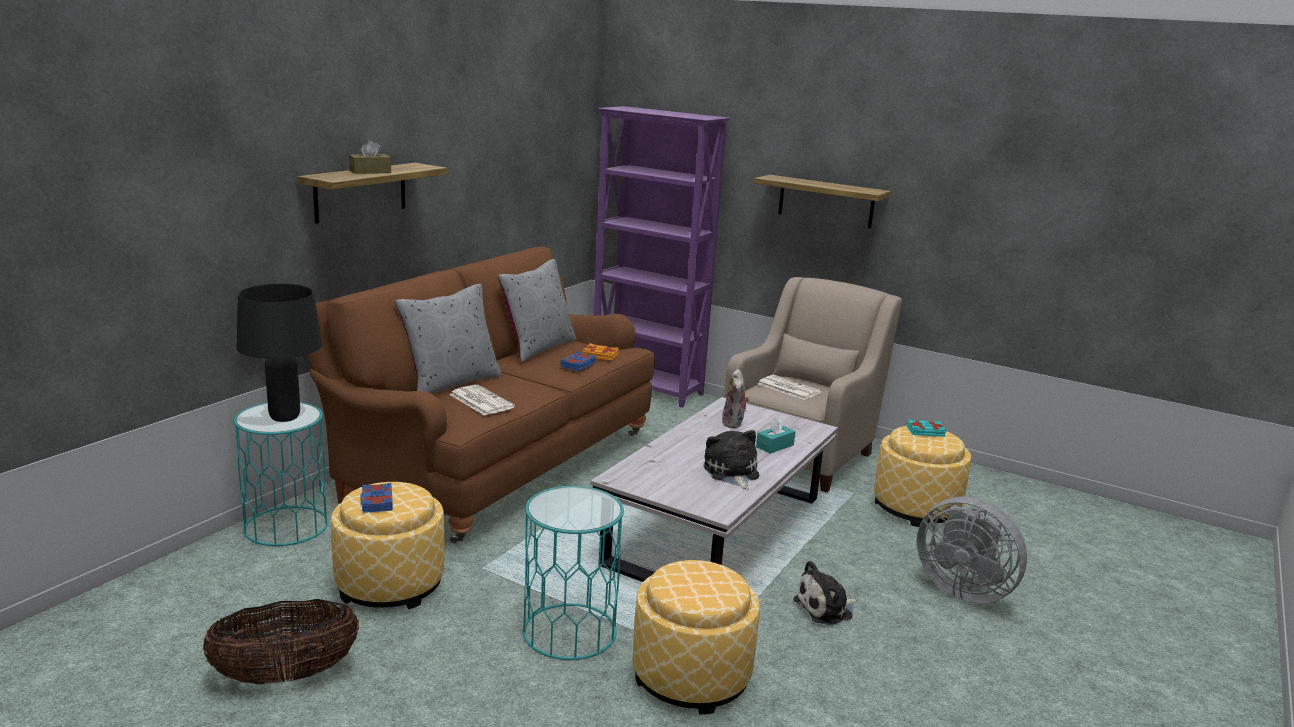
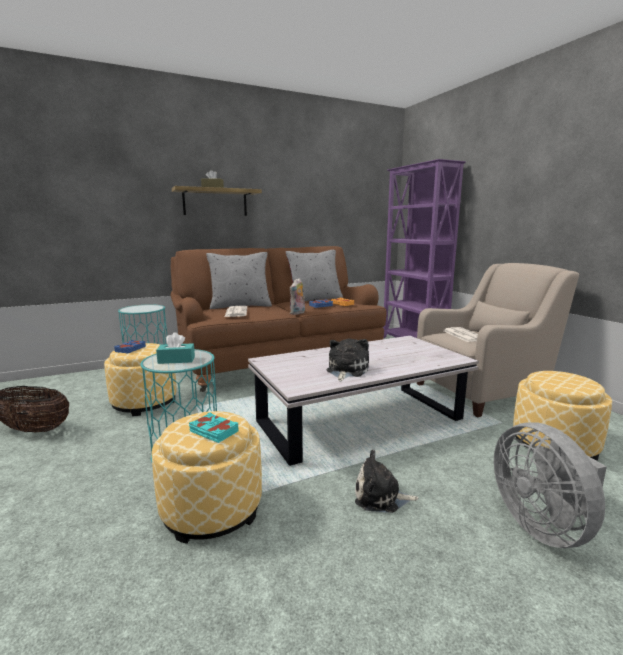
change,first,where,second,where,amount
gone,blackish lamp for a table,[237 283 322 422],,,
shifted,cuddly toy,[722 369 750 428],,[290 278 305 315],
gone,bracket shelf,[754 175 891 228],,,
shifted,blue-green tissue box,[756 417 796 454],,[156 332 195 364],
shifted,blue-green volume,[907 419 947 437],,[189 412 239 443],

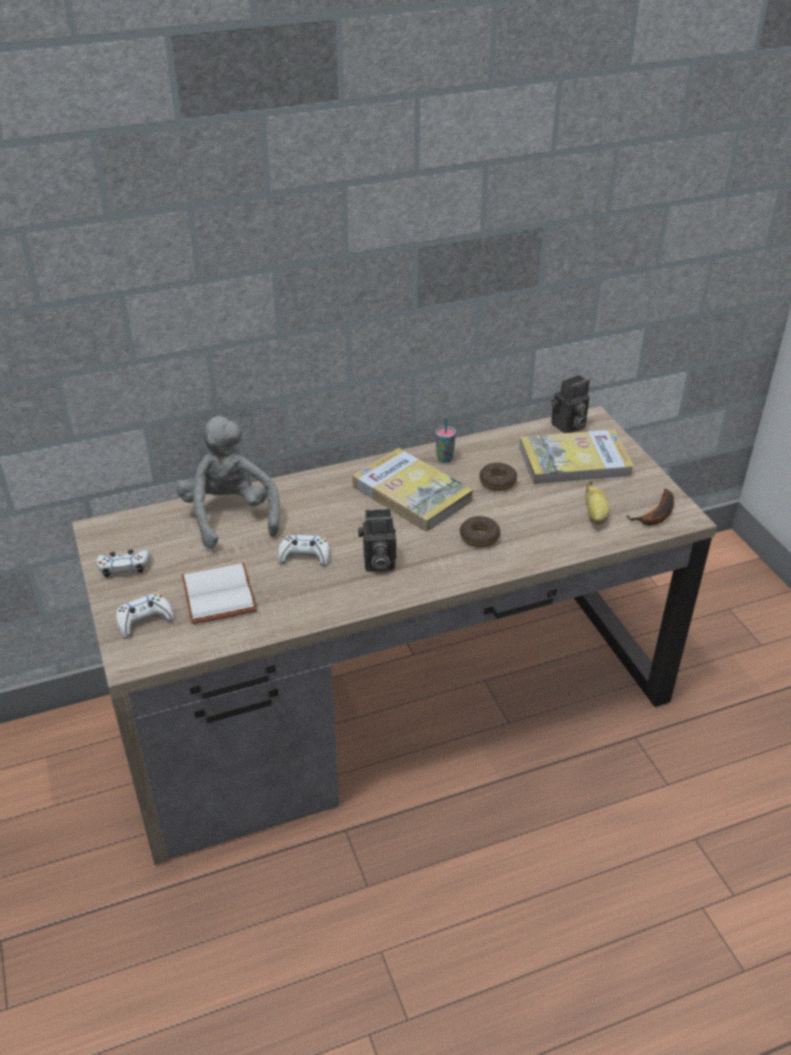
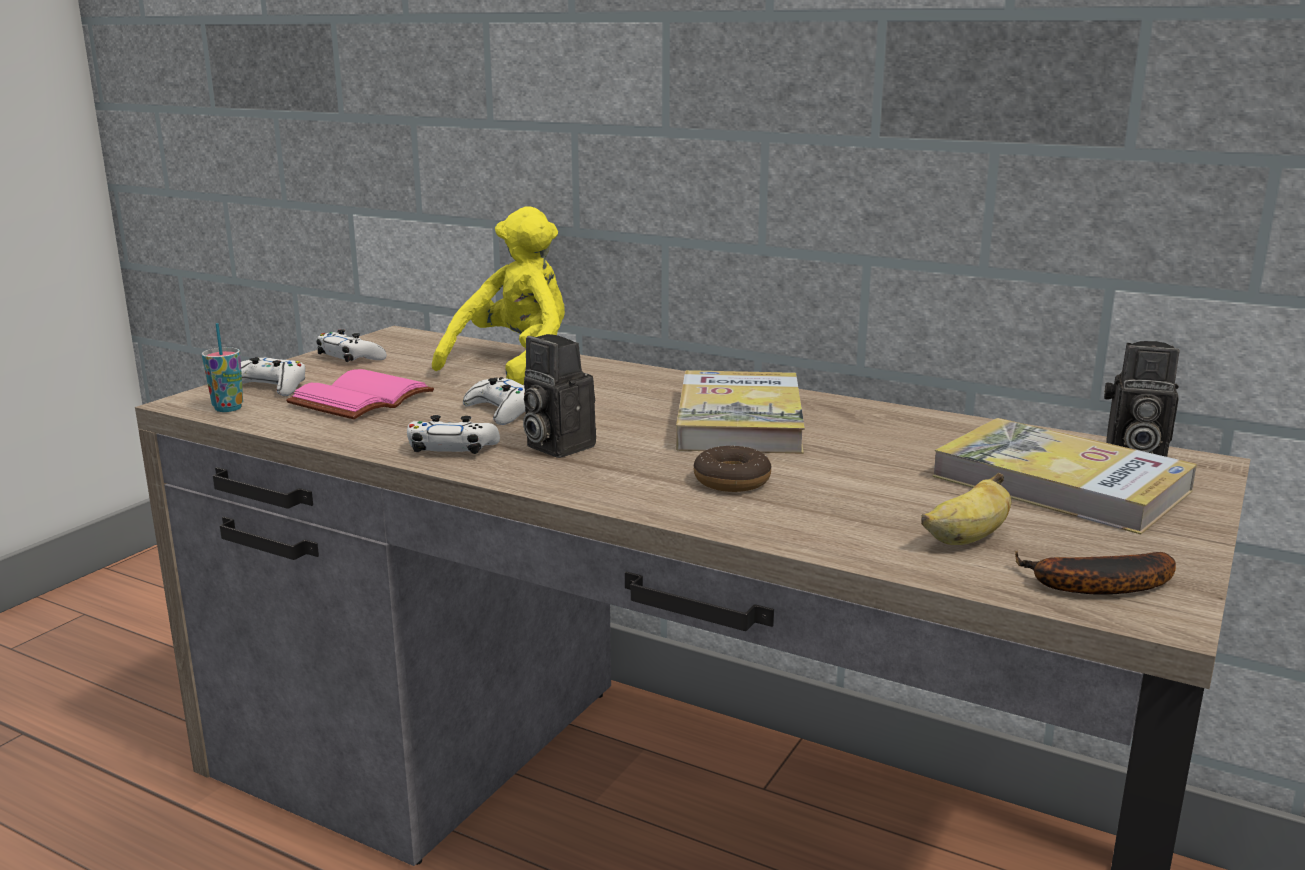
change,first,where,second,where,amount
repainted,gray cuddly toy,[176 416 280 549],yellow cuddly toy,[432 206 565 385],
repainted,white volume,[182 563 257 624],pink volume,[286 369 434 419],
shifted,small cup,[436 417 456 462],,[202 323 243 412],
gone,ring doughnut,[479 463 517 491],,,
new,,,white gamepad,[407 415 500 454],

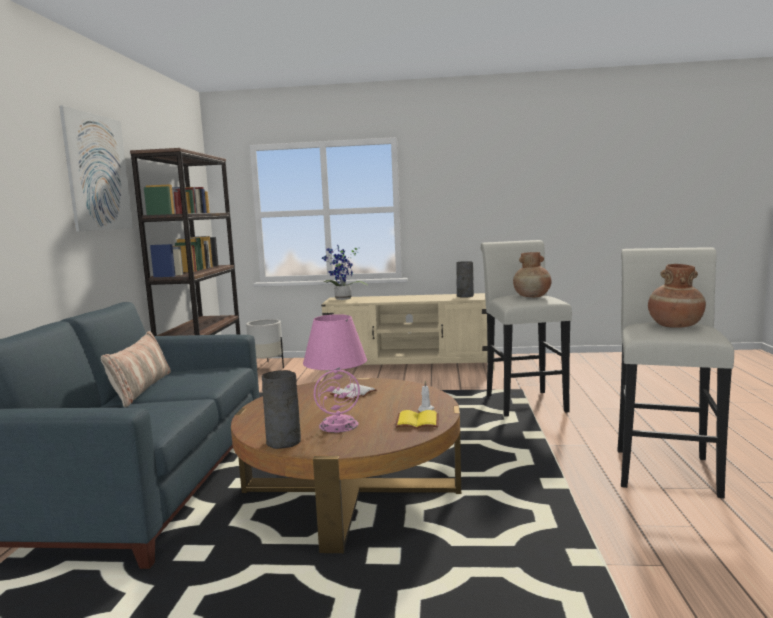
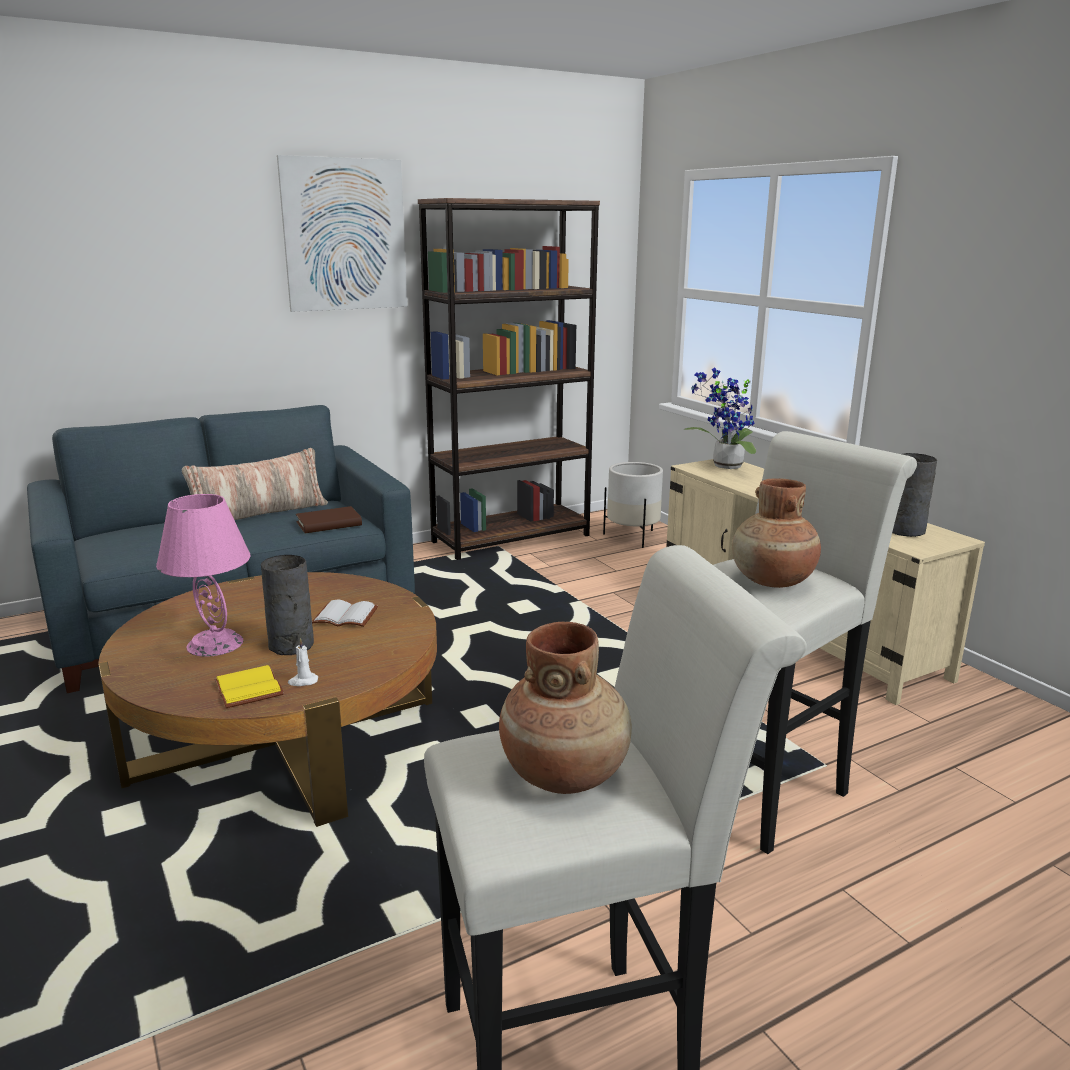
change,first,where,second,where,amount
shifted,gray vase,[262 370 301 449],,[261 555 314 655],
new,,,brown volume,[296 506 362 533],

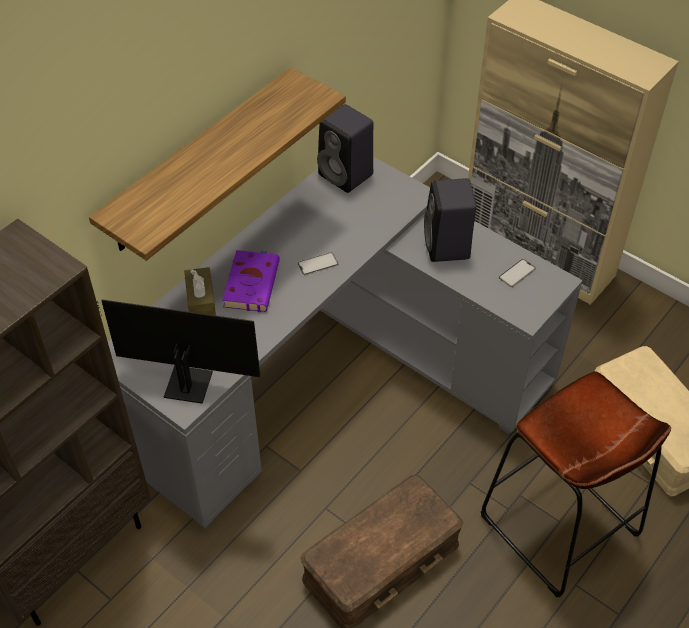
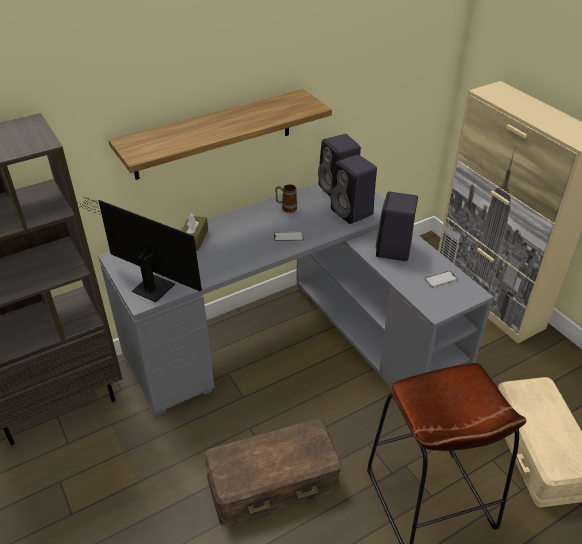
change,first,where,second,where,amount
gone,purple-coloured volume,[222 250 280 312],,,
new,,,coffee mug,[275 184 297 213],
new,,,blackish loudspeaker,[330 154 377 224],

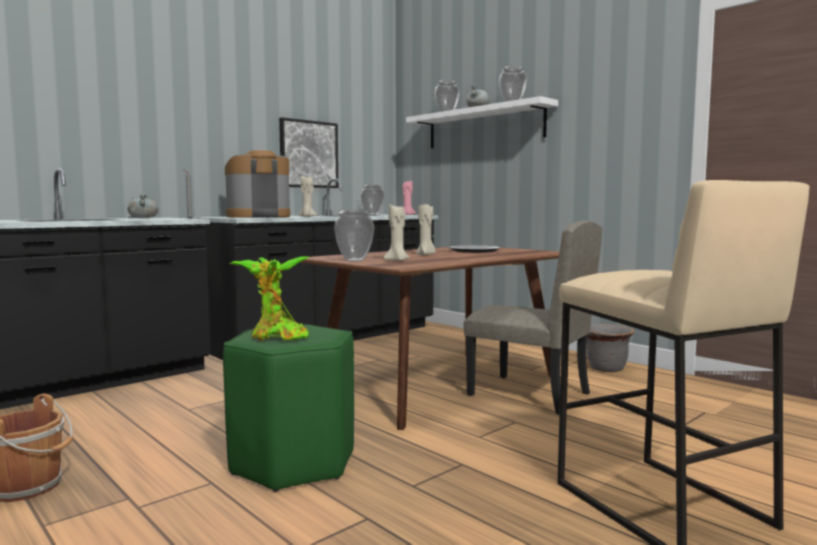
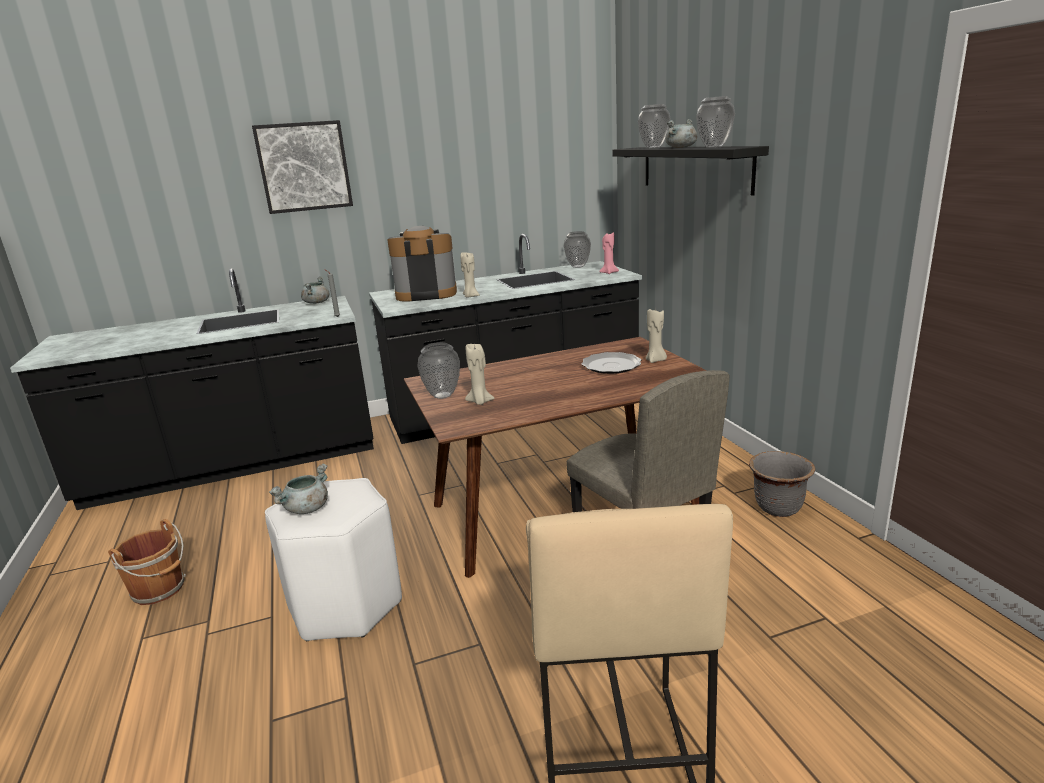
change,first,where,second,where,amount
repainted,greenish stool seat,[223 325 354 492],white stool seat,[265 478 402 641],
swapped,potted plant,[230 256 309 341],gray stockpot,[269 464 328 514],
shifted,wall art,[279 117 338 188],,[252 120 353 214],
repainted,white bracket shelf,[406 96 558 148],blackish bracket shelf,[612 146 769 195],
shifted,sand-coloured wax light,[416 204 436 255],,[646 307 667 363],

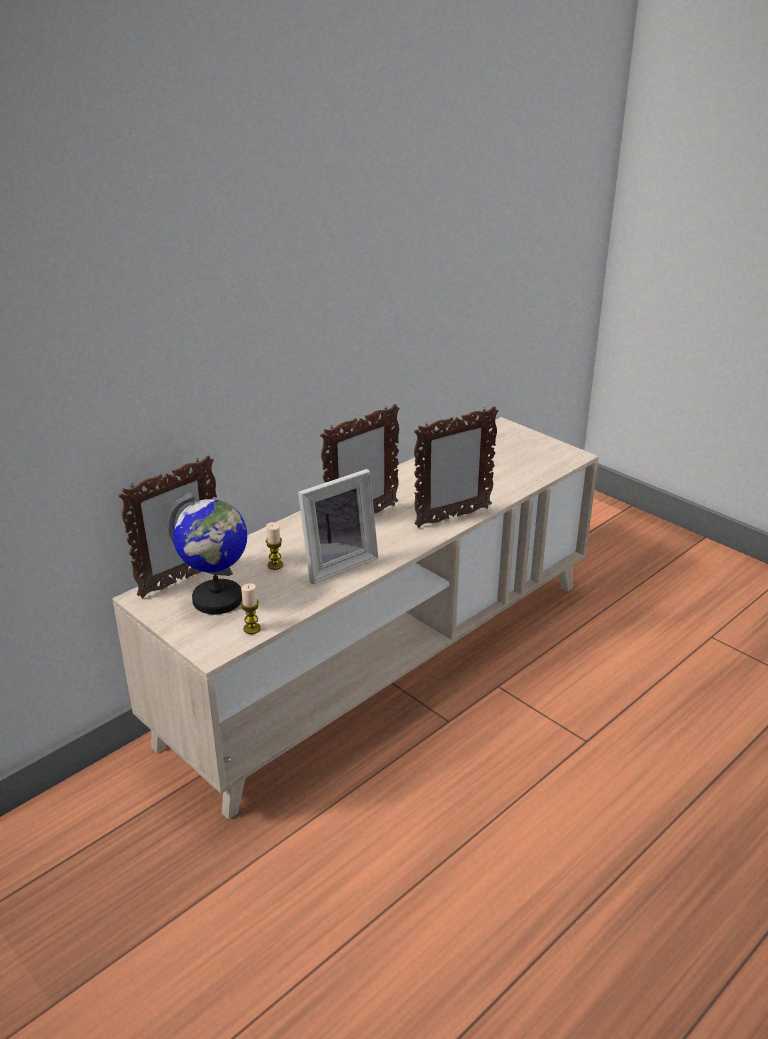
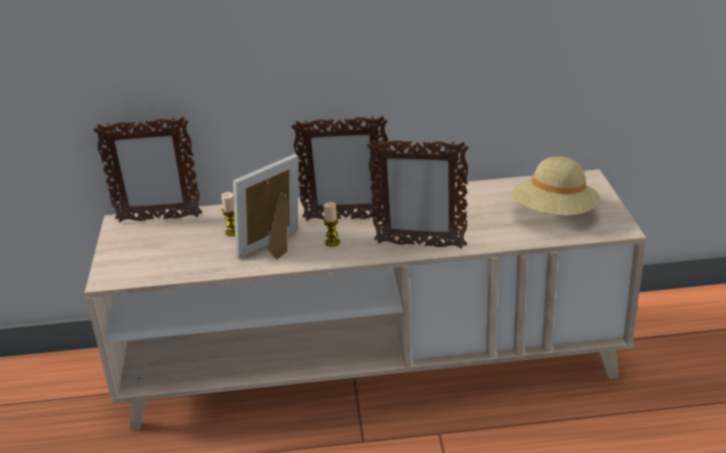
change,first,where,second,where,amount
gone,globe,[167 492 247 614],,,
shifted,wax light,[241 583 261 634],,[323 202 340 247],
rotated,picture frame,[298 469 378 584],,[233 154 299 260],135 degrees clockwise
new,,,sand-coloured wearable hat,[512 156 600 216],

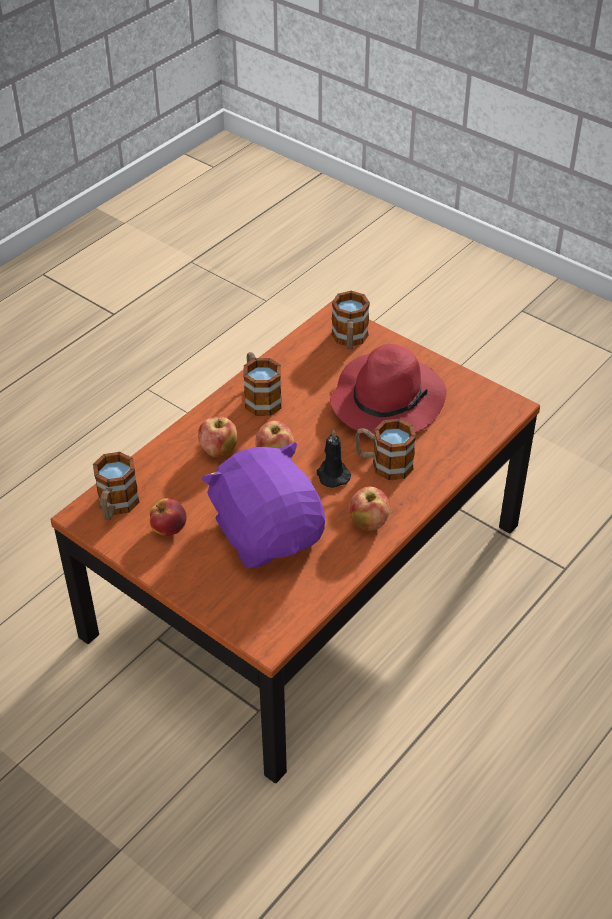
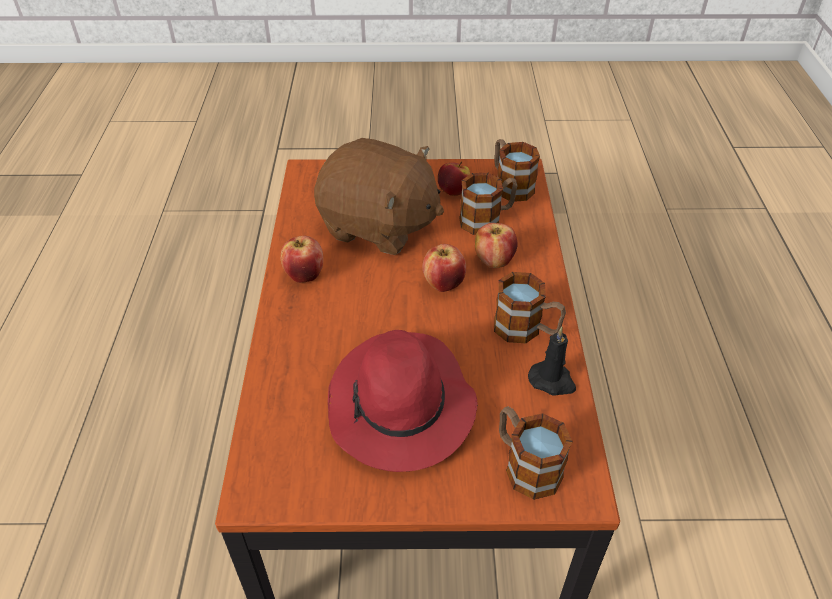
change,first,where,second,where,amount
repainted,purple-coloured cuddly toy,[201 442 325 568],brown cuddly toy,[314 138 444 255],
shifted,blackish wax light,[317 429 351 488],,[528 327 576 395],
shifted,coffee mug,[355 419 416 480],,[459 173 517 235],

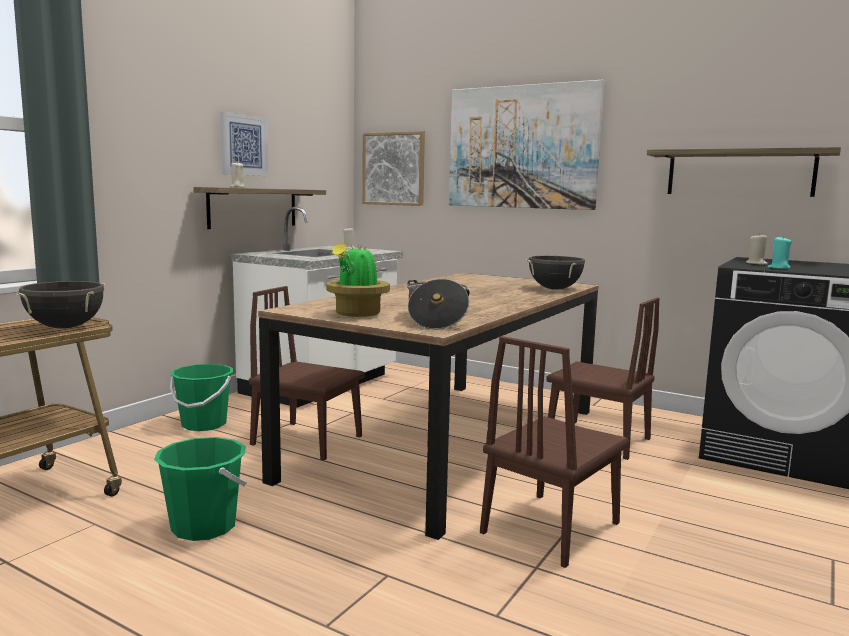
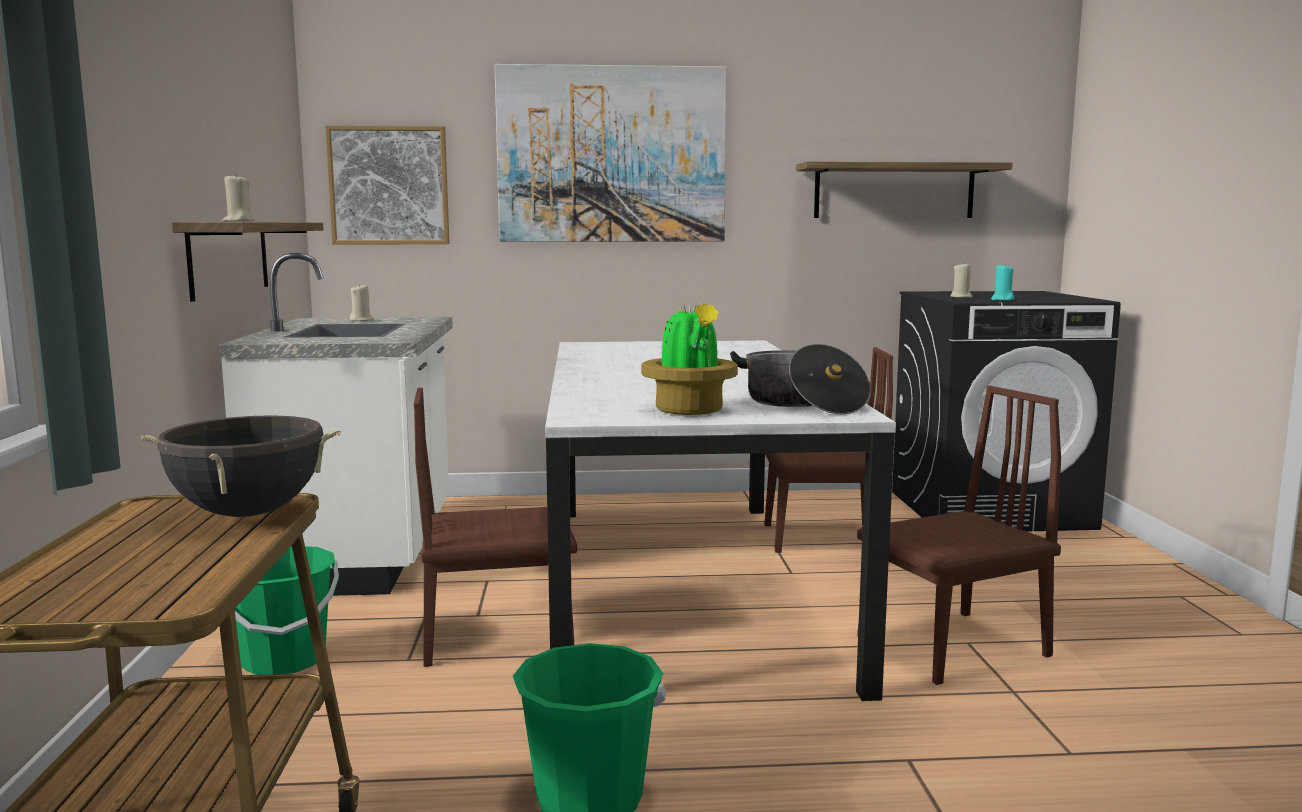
change,first,where,second,where,amount
gone,wall art,[220 112 268 176],,,
repainted,brown kitchen table,[258 273 599 540],white kitchen table,[545 340 896 701],
rotated,brown plain chair,[480 336 629 568],,[857 386 1061 685],120 degrees counterclockwise
gone,blackish stockpot,[526 256 587 290],,,

